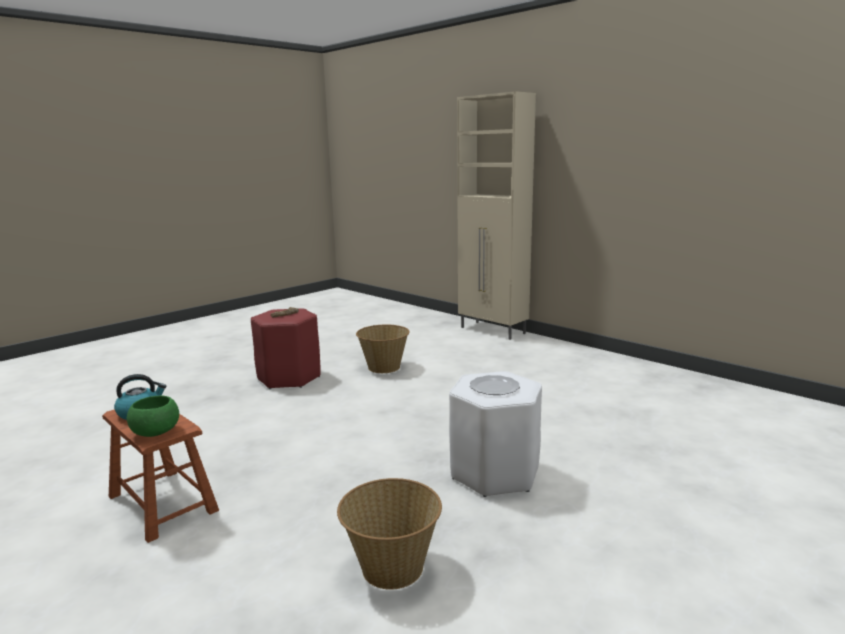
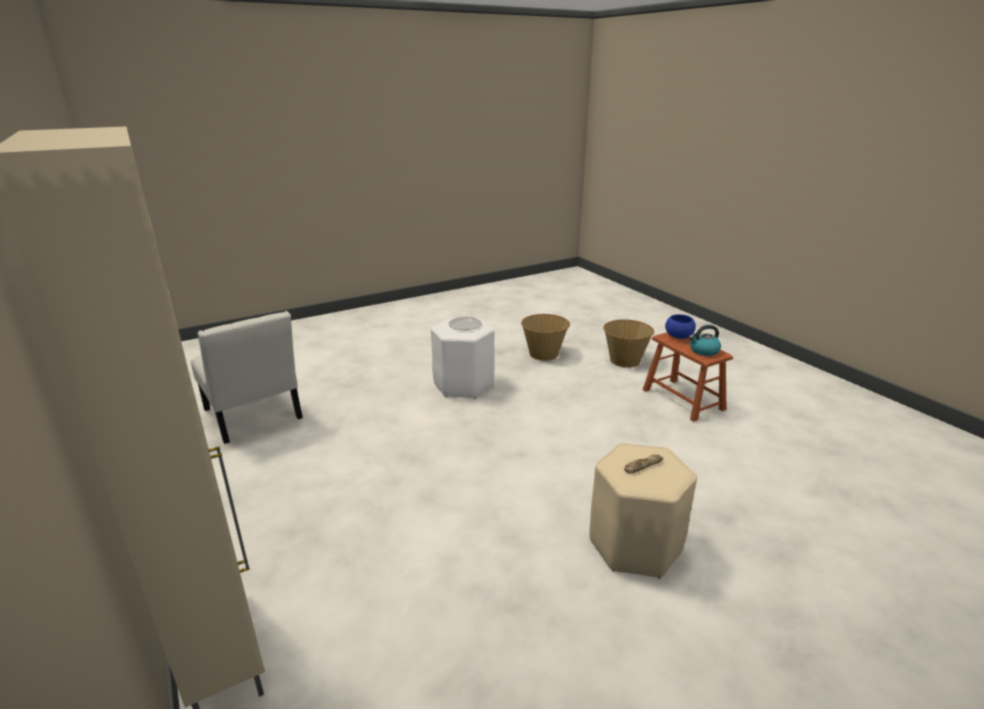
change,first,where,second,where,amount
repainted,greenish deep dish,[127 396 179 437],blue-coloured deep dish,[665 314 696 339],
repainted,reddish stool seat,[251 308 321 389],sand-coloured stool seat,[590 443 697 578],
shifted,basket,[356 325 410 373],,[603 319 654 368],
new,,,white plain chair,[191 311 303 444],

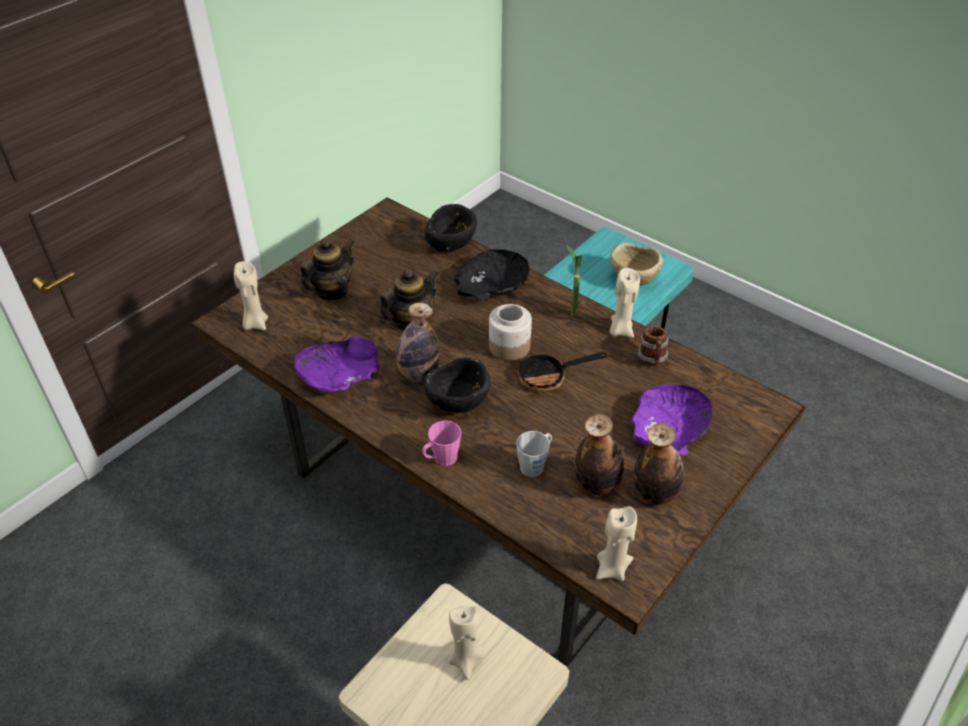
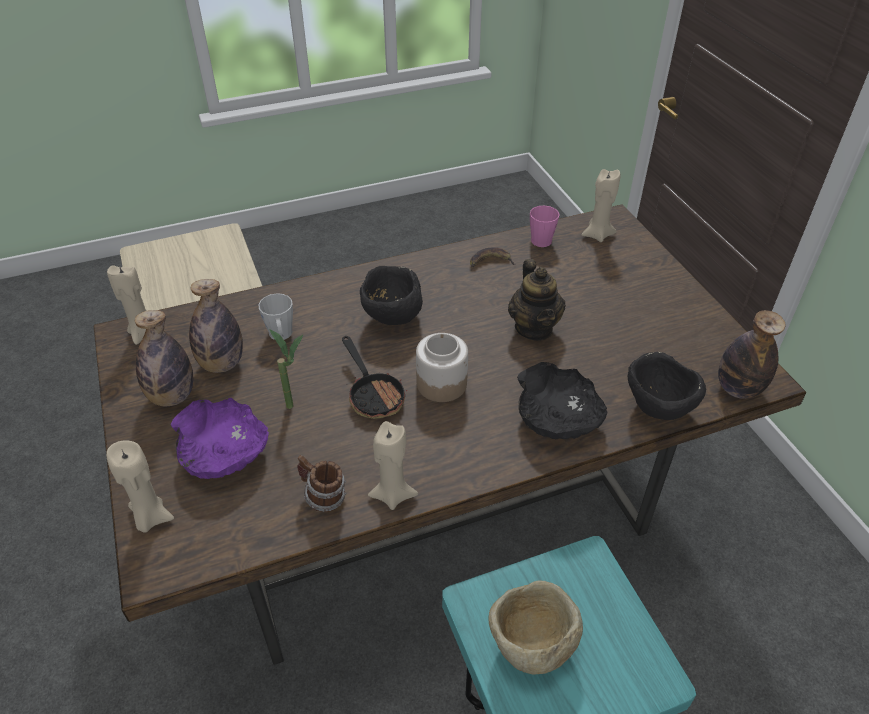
change,first,where,second,where,amount
swapped,purple-coloured deep dish,[294 336 380 392],banana,[470 247 515 267],
gone,pot for tea,[300 239 355 300],,,
shifted,bottle,[396 303 440 382],,[718 310 786 399],
shifted,pink coffee mug,[422 420 461 466],,[530 206 560 247],
shifted,sand-coloured wax light,[449 606 483 680],,[106 440 174 533],
rotated,frying pan,[519 346 607 392],,[342 336 407 419],135 degrees clockwise
shifted,potted plant,[567 246 582 317],,[269 329 304 409],

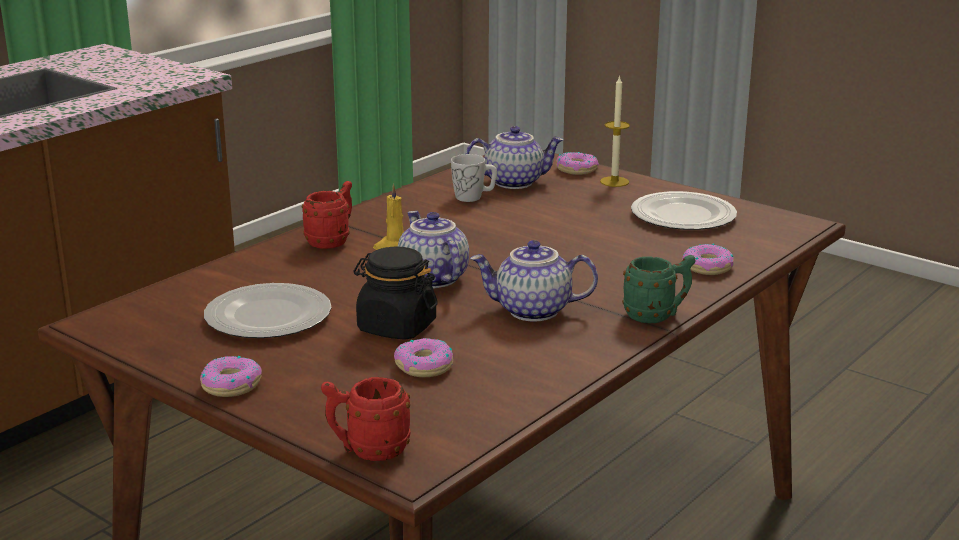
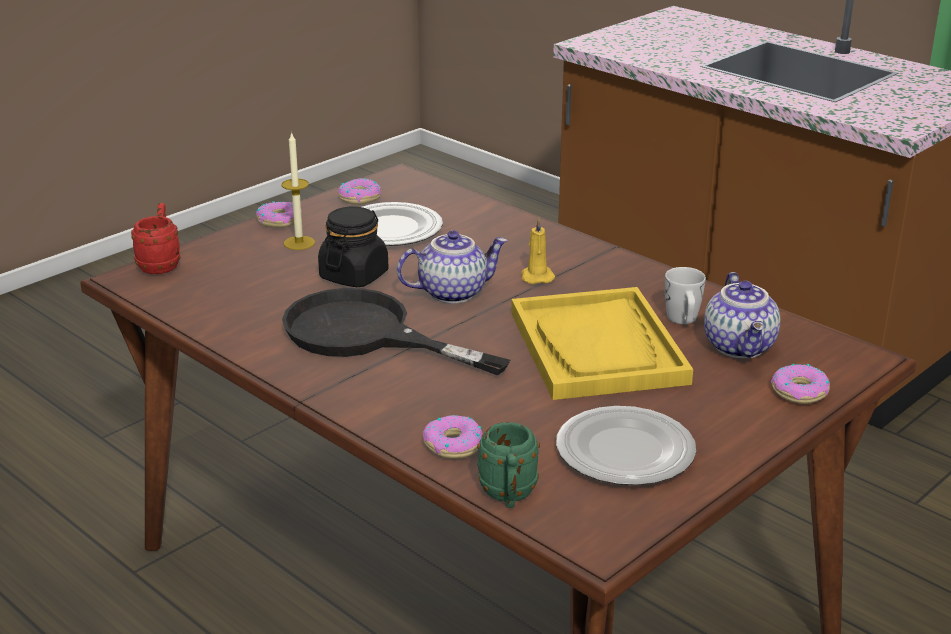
change,first,where,second,where,amount
gone,reddish coffee mug,[302 181 352 249],,,
shifted,ring doughnut,[394 338 454 377],,[338 178 381 204],
swapped,pot for tea,[470 240 598 322],blackish frying pan,[282 288 510 375],
shifted,wax light,[600 75 630 187],,[282 132 315 250],
shifted,greenish coffee mug,[622 255 695 323],,[477 422 540 508],
new,,,yellow serving tray,[511 287 693 400],

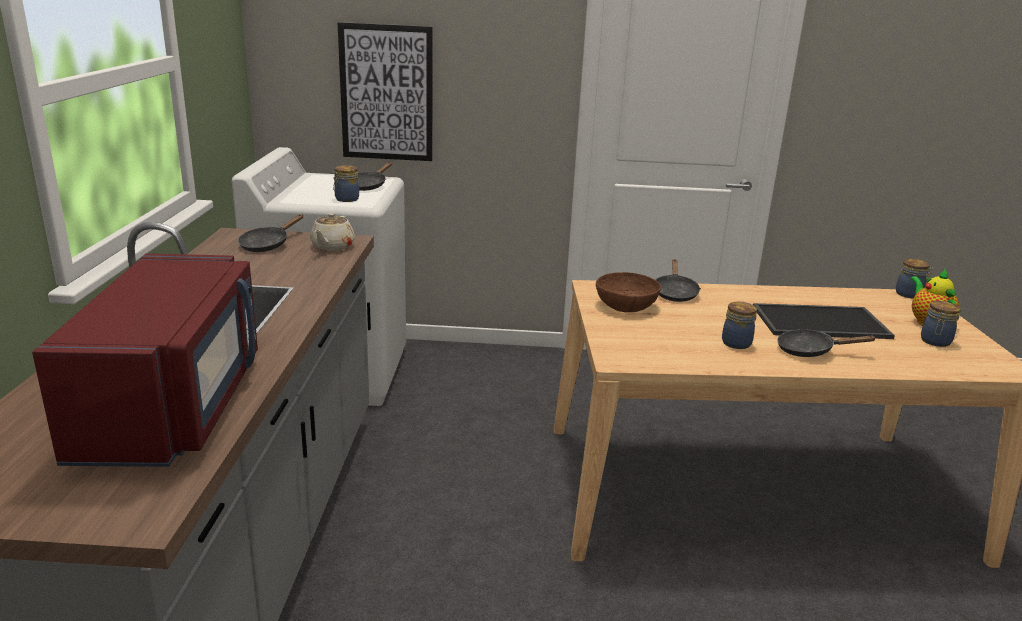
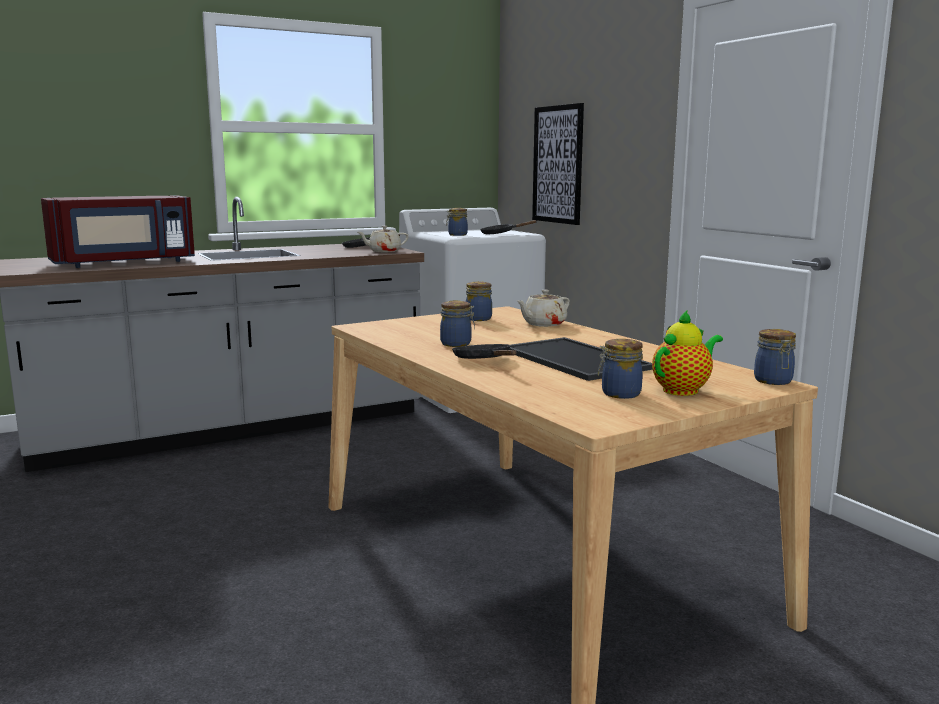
change,first,where,second,where,amount
swapped,brown deep dish,[596 272 661 312],storage jar,[466 281 492 321],
swapped,blackish frying pan,[656 259 701 302],sand-coloured pot for tea,[517 290 570 327],

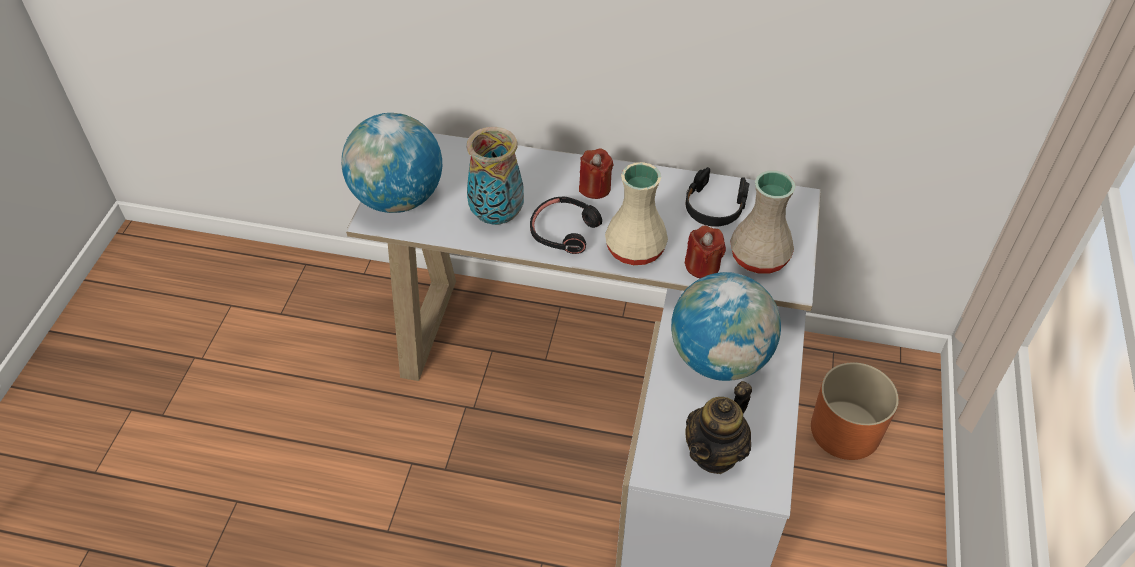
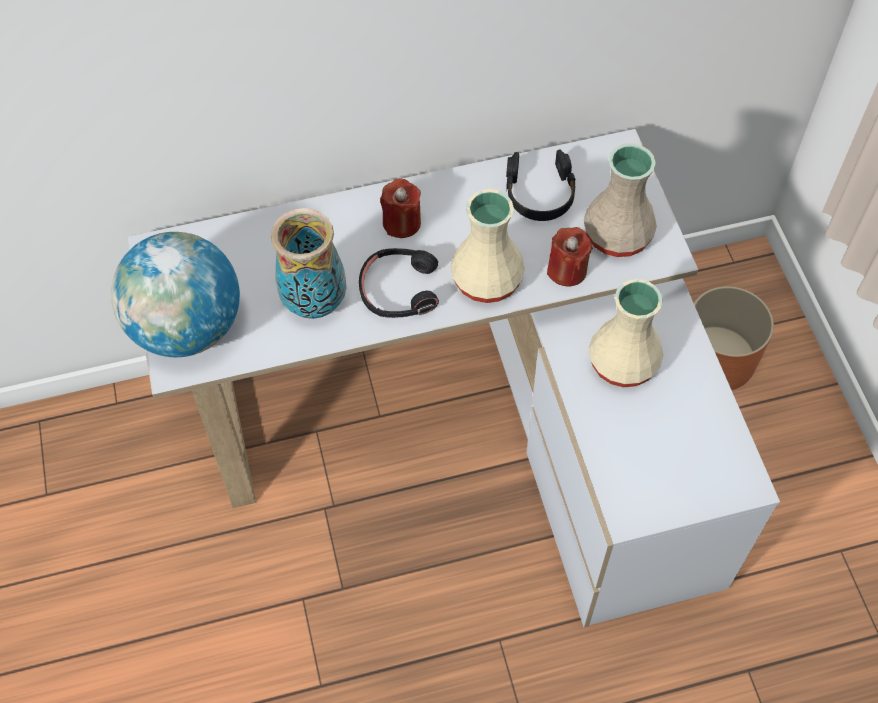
change,first,where,second,where,amount
swapped,globe,[671 272 781 381],sand-coloured vase,[589 279 663 387],
gone,pot for tea,[685 381 752 474],,,

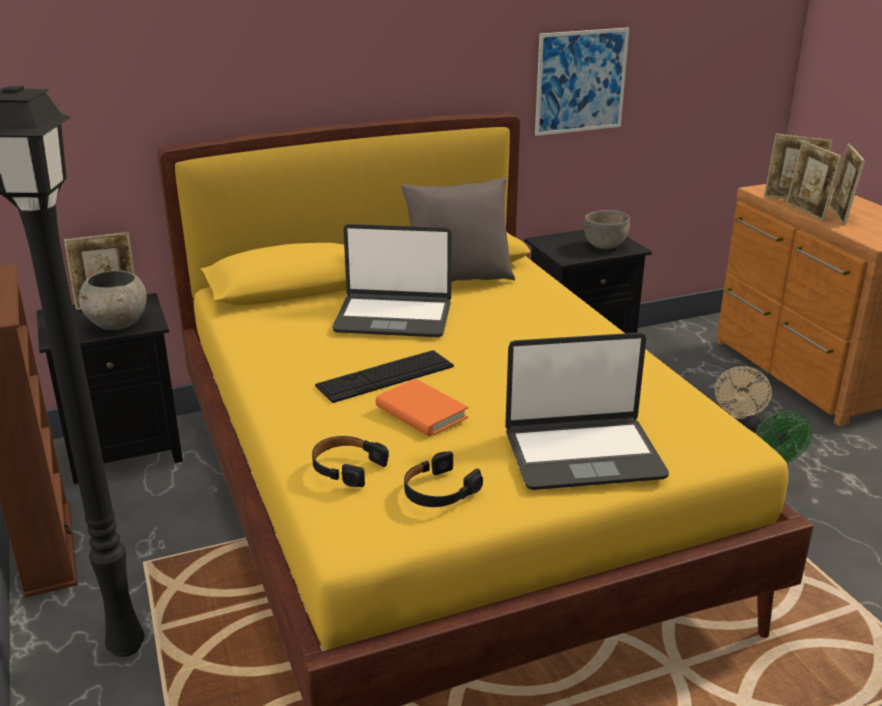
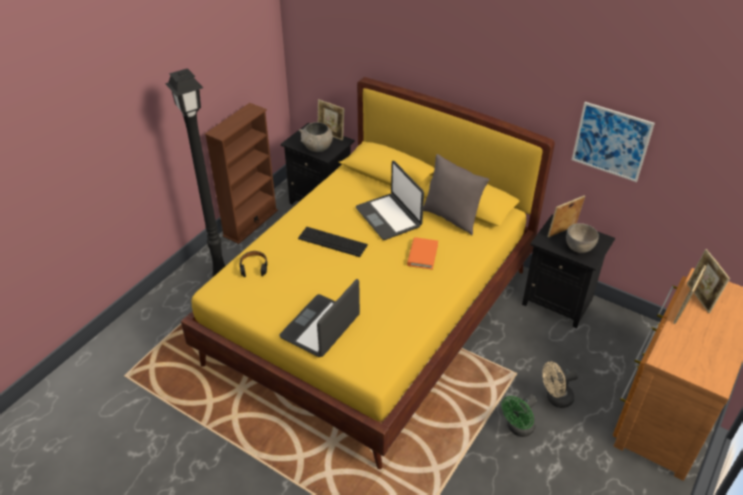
change,first,where,second,where,amount
shifted,orange-coloured volume,[376 379 468 437],,[407 237 438 270],
gone,blackish headset,[404 451 483 507],,,
rotated,notebook computer,[505 333 669 490],,[279 279 360 357],75 degrees clockwise
shifted,picture frame,[829 144 865 225],,[547 196 585 237],

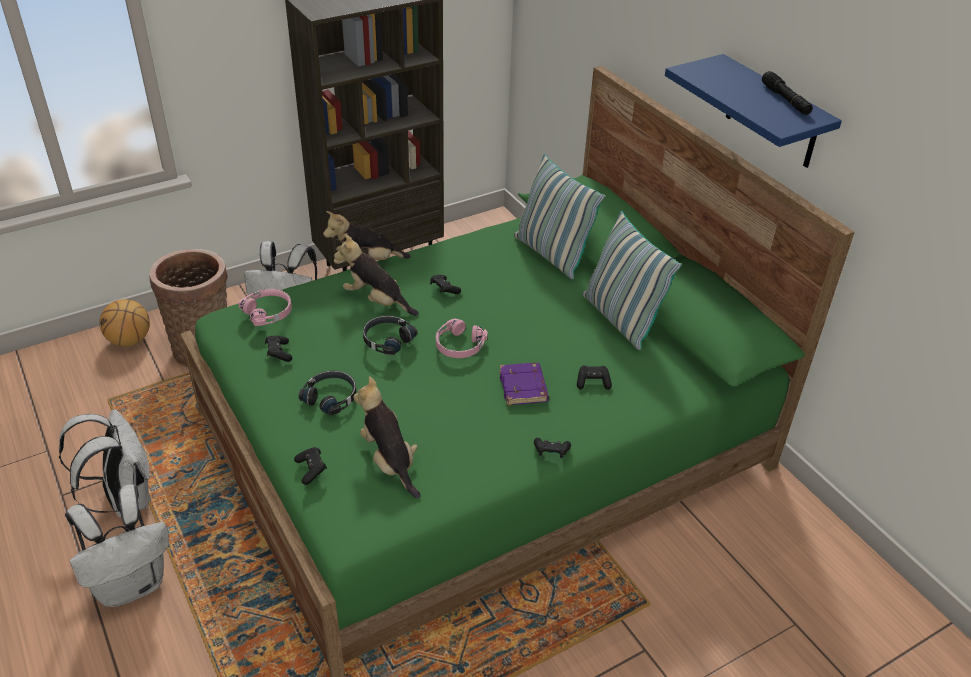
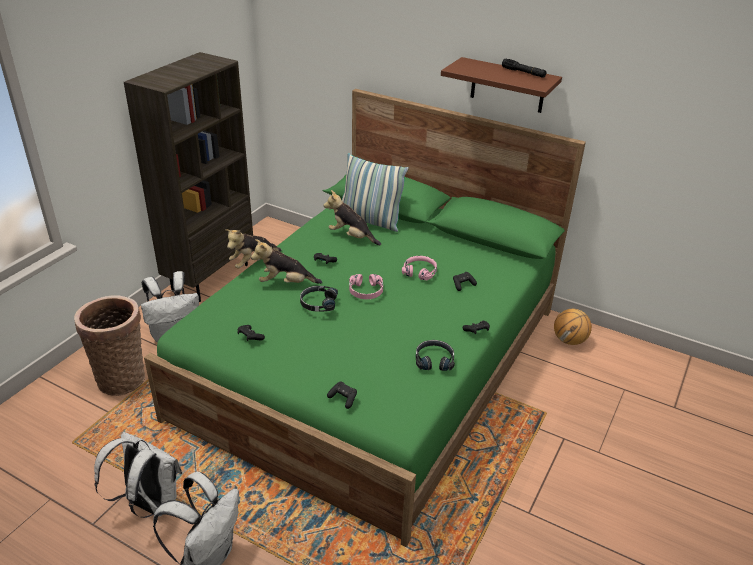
change,first,where,second,where,amount
shifted,ball for basketball,[99 299 150 346],,[554 309 592 345],
shifted,pink headset,[238 289 292 326],,[402 256 437 280],
shifted,blackish headset,[298 370 356 415],,[416 340 455 371],
shifted,cuddly toy,[354 376 421 499],,[324 190 381 246],
gone,purple-coloured volume,[499 363 549 405],,,
gone,throw pillow,[582 211 682 350],,,
repainted,blue-coloured bracket shelf,[665 54 842 168],brown bracket shelf,[441 57 562 113],

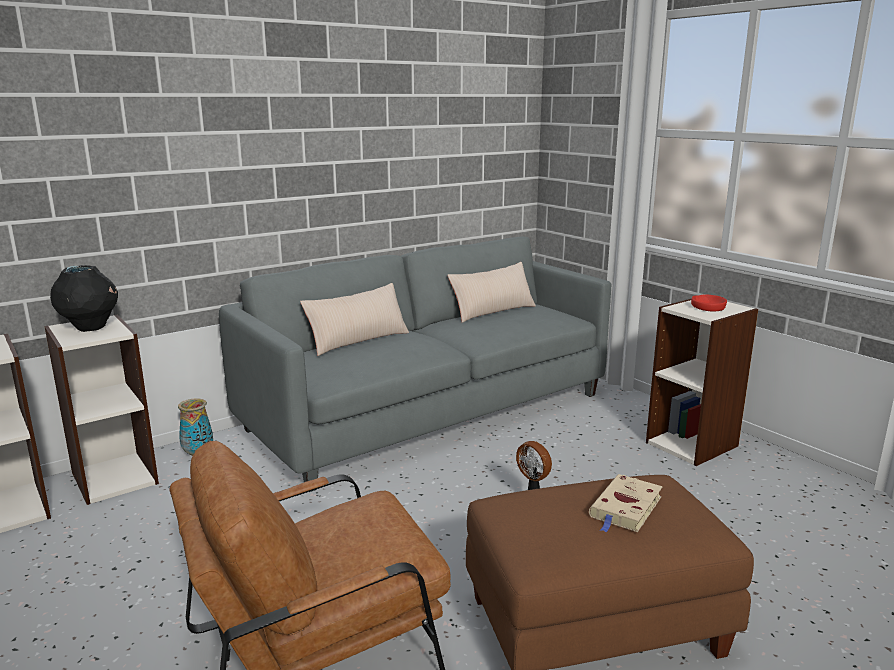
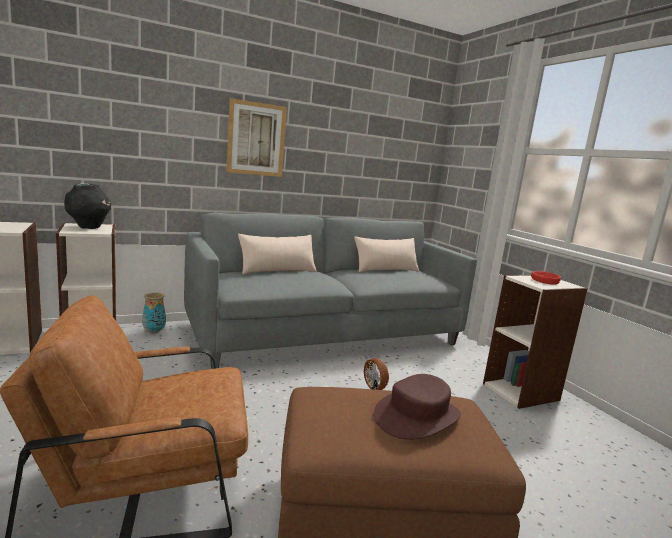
change,first,where,second,where,amount
swapped,sand-coloured volume,[589 474 663 532],brown wearable hat,[374 374 461 440],
new,,,wall art,[226 98 287 177],

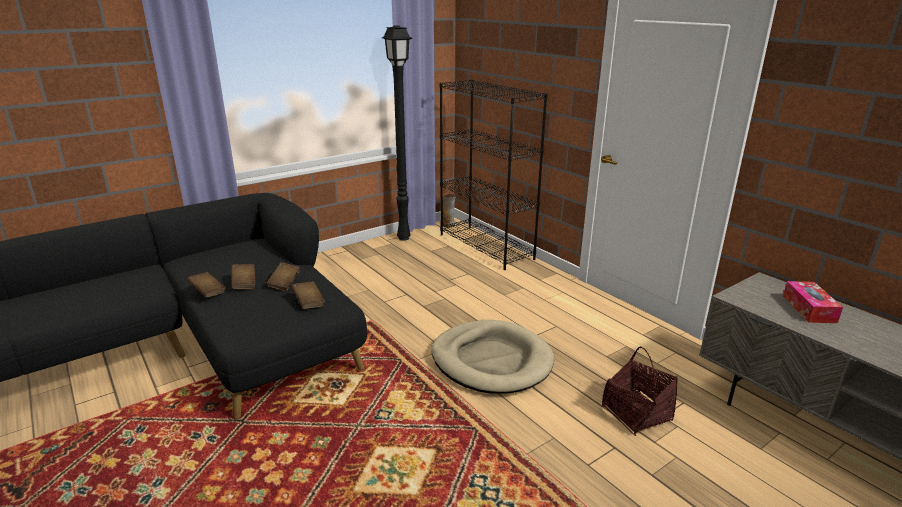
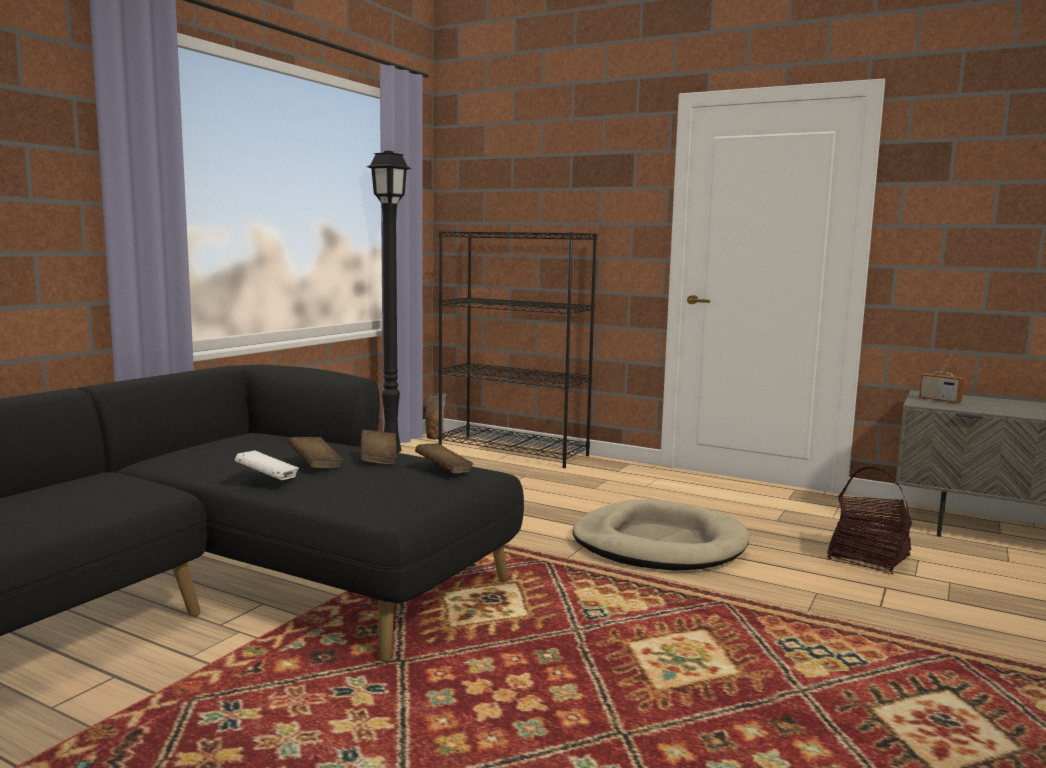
change,first,where,second,where,amount
repainted,brown volume,[187 272 226 298],white volume,[235 451 299 480],
gone,tissue box,[783 281 843 323],,,
new,,,radio set,[919 348 964 403],

